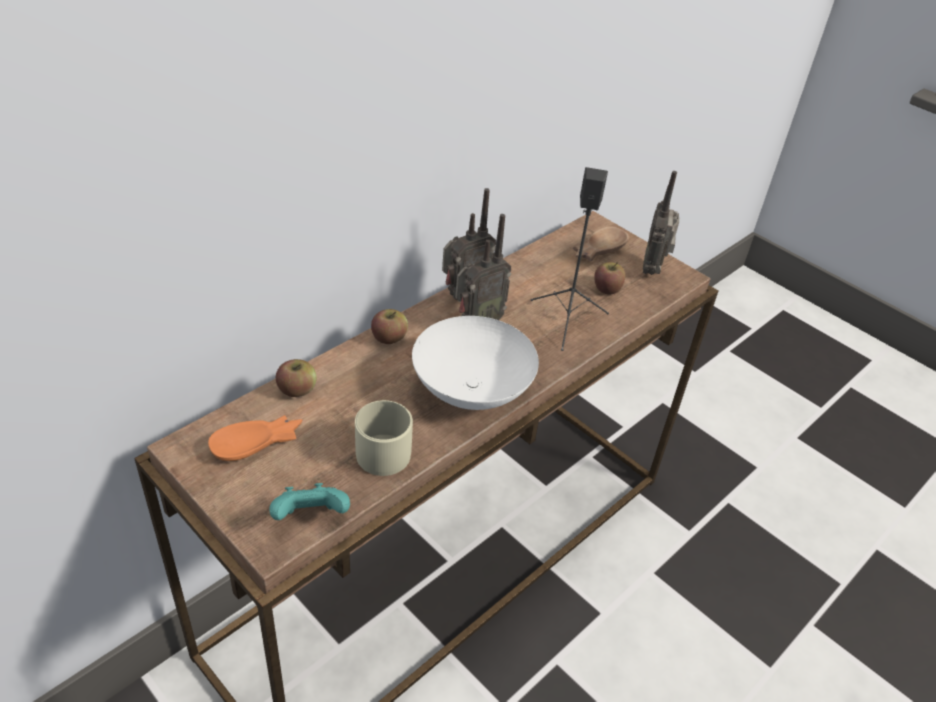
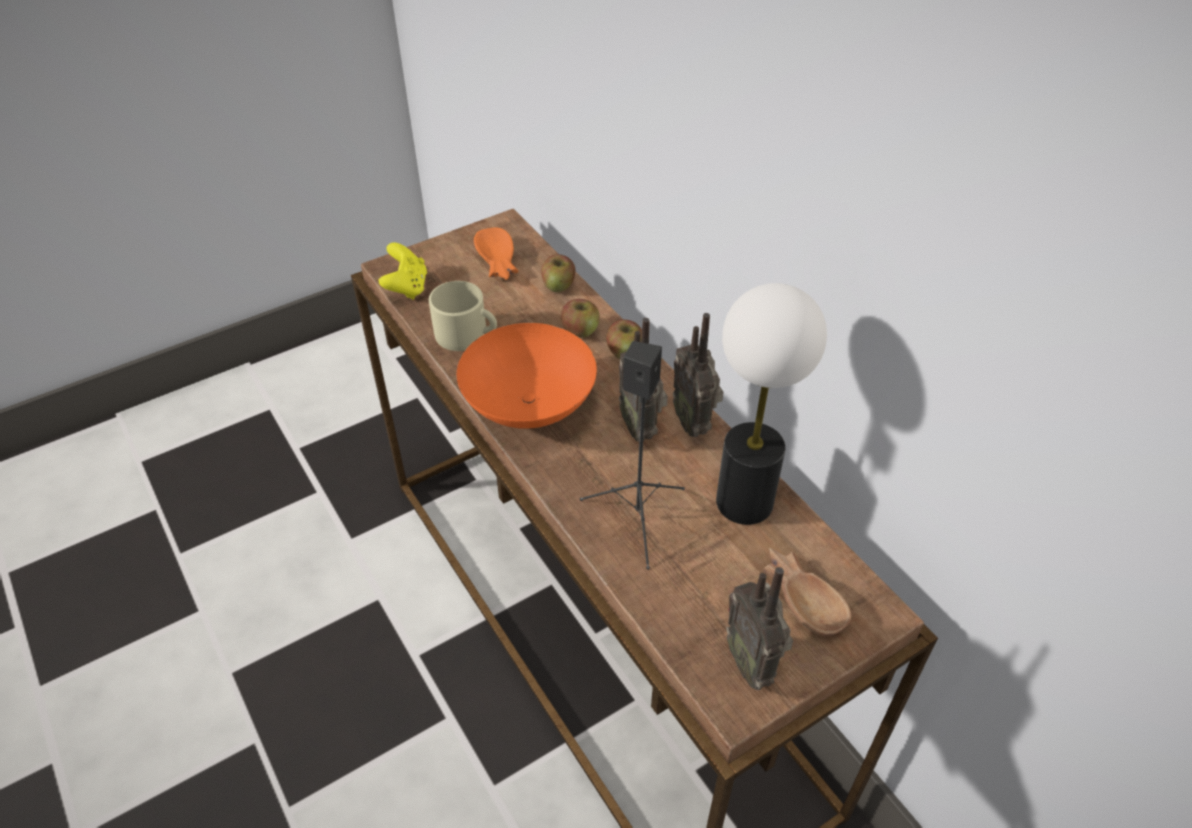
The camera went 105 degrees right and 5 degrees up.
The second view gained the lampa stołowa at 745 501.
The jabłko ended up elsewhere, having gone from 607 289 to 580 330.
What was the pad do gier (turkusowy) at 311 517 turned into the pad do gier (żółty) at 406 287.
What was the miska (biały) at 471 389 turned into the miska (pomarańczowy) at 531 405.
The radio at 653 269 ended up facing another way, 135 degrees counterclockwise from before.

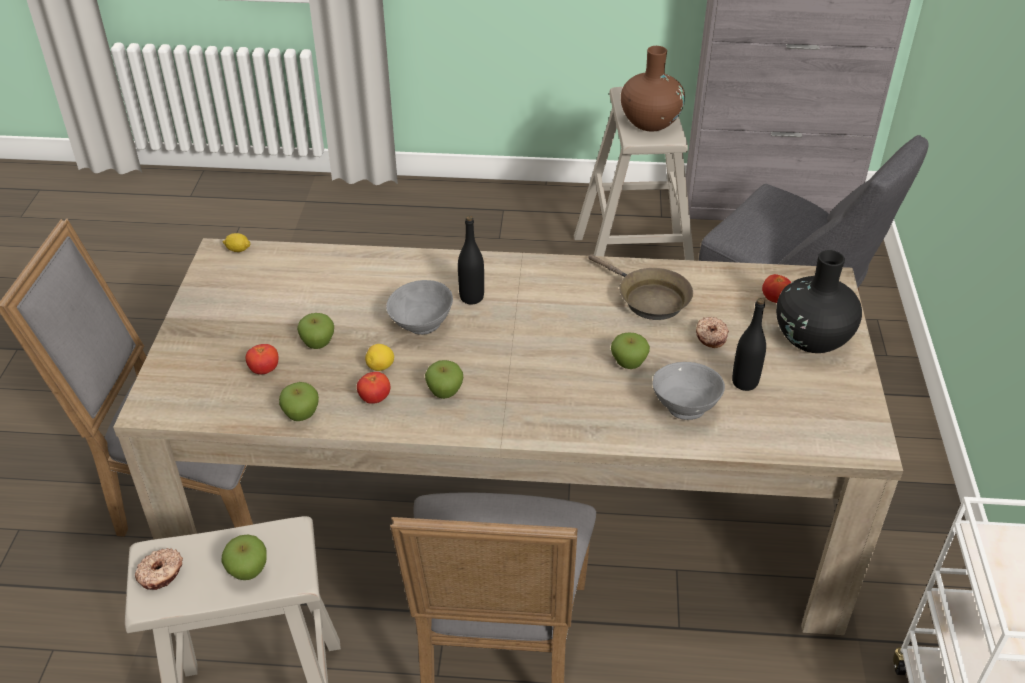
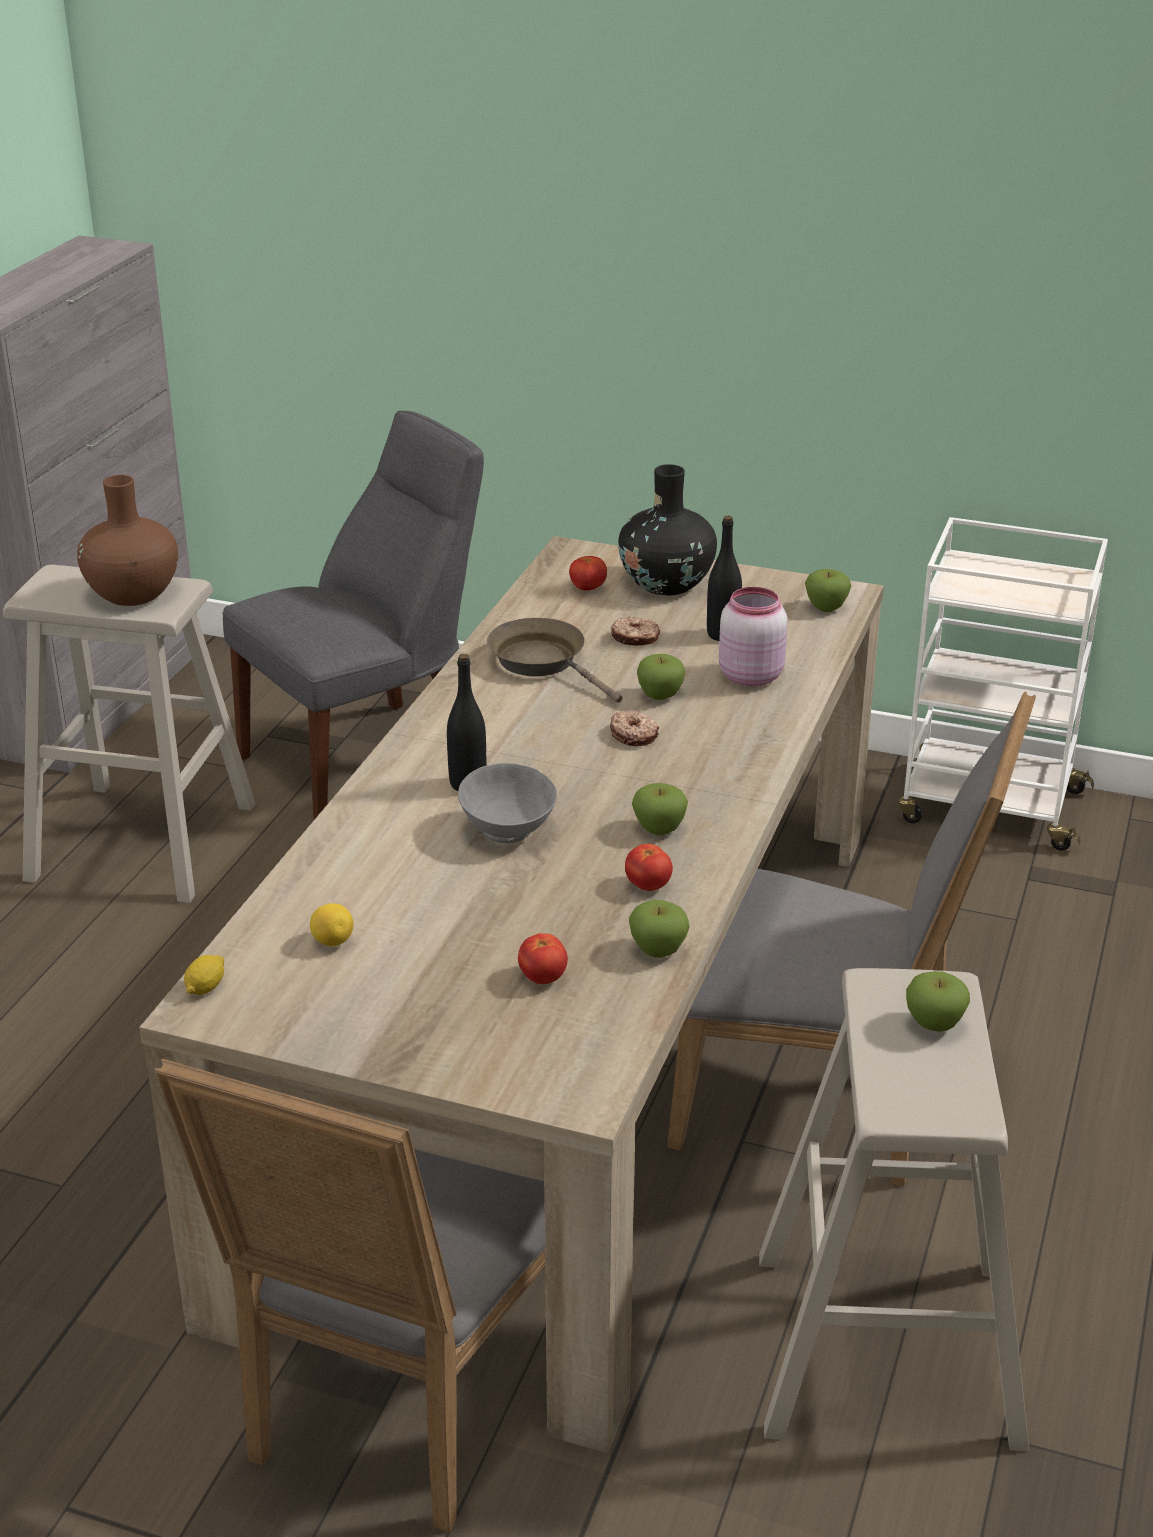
The camera went 75 degrees left and 10 degrees down.
The donut ended up elsewhere, having gone from 161 574 to 634 735.
The jabłko ended up elsewhere, having gone from 318 344 to 826 608.
The cytryna ended up elsewhere, having gone from 381 367 to 332 941.
Where the miska (szary) stood at 685 407, the słoik (różowy) came to stand at 749 675.
The patelnia (brązowy) at 648 299 ended up facing another way, 105 degrees counterclockwise from before.

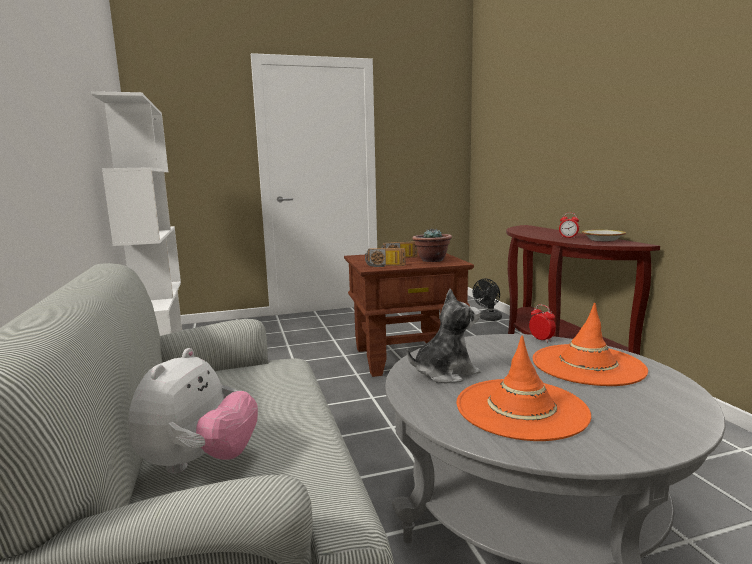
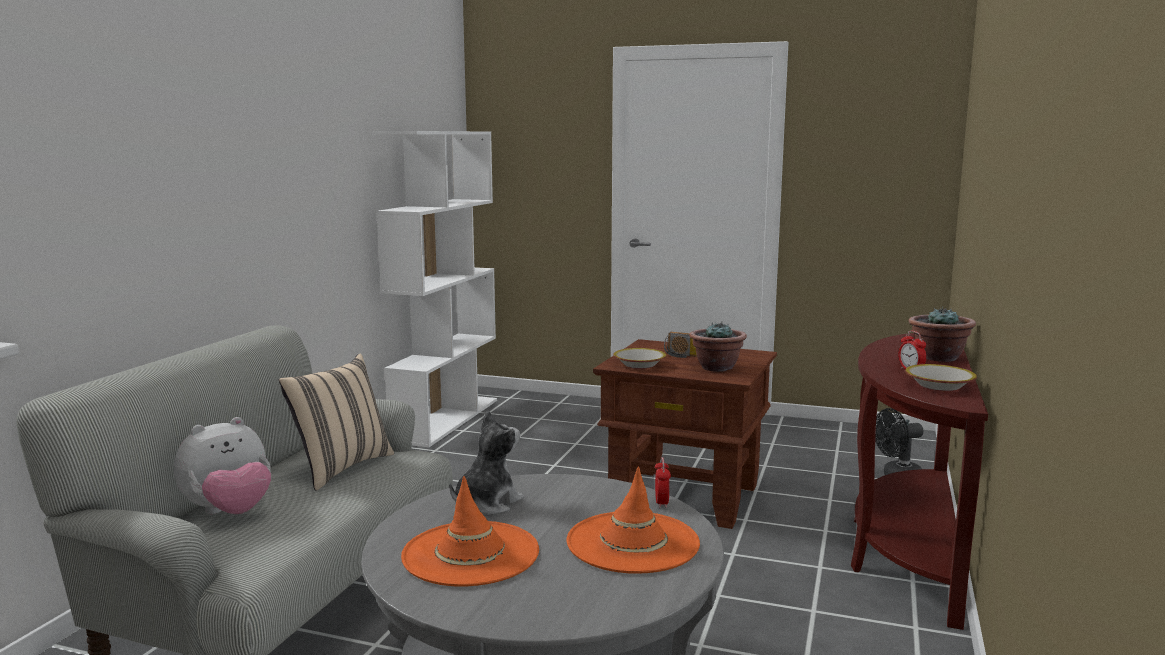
The camera went 35 degrees right and 0 degrees up.
The second view gained the poduszka (beżowy) at 340 468.
The second view gained the roślina doniczkowa at 938 357.
Where the radio stood at 385 266, the miska came to stand at 640 365.
The pluszak at 444 373 ended up facing another way, 60 degrees counterclockwise from before.

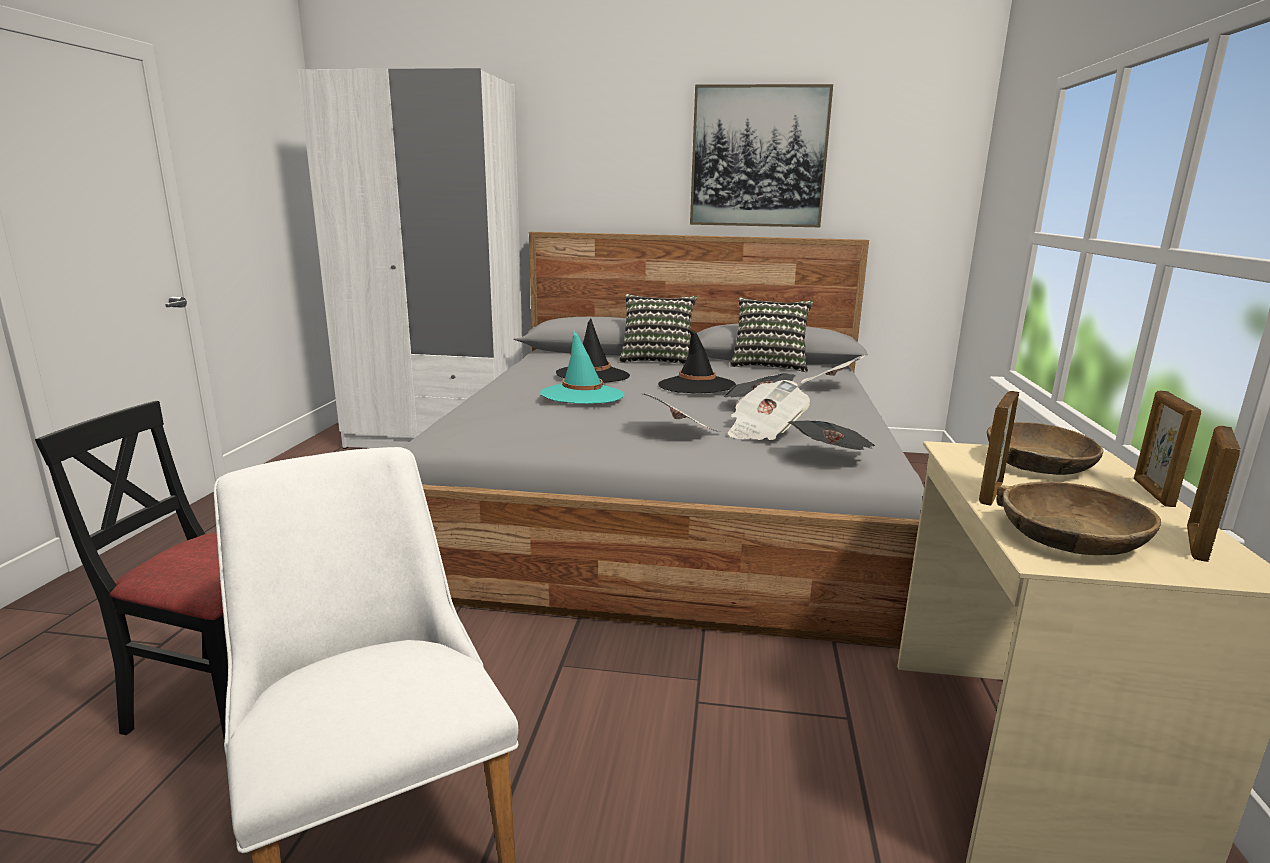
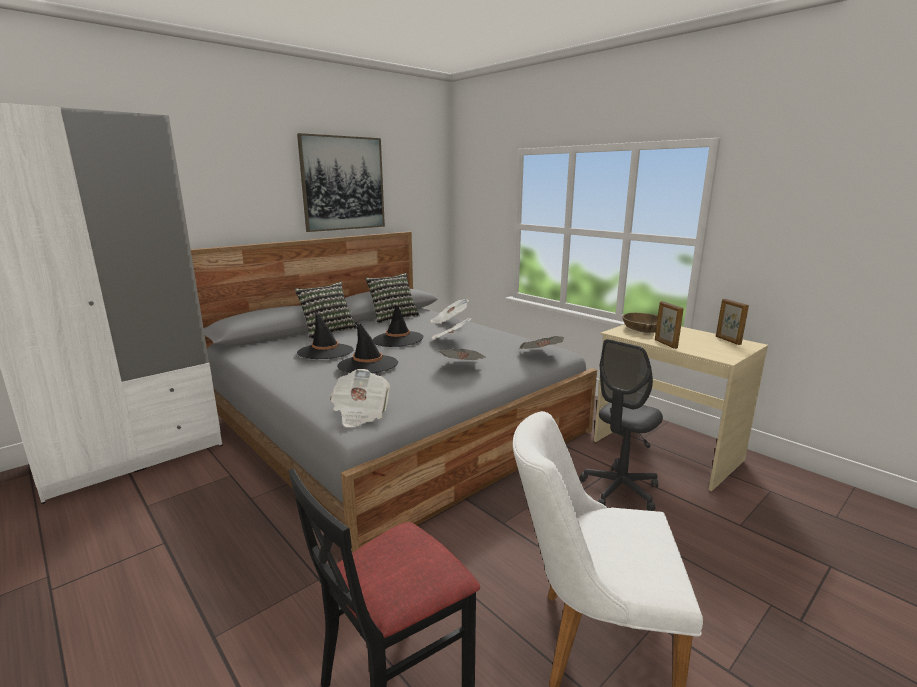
The camera went 50 degrees left and 0 degrees up.
The second view lost the miska (brązowy) at 1069 537.
The second view lost the ramka na zdjęcie at 1152 493.
The second view gained the krzesło biurowe (szary) at 620 490.
The gazeta ended up elsewhere, having gone from 764 431 to 360 413.
What was the kapelusz (turkusowy) at 582 395 turned into the kapelusz (czarny) at 368 365.

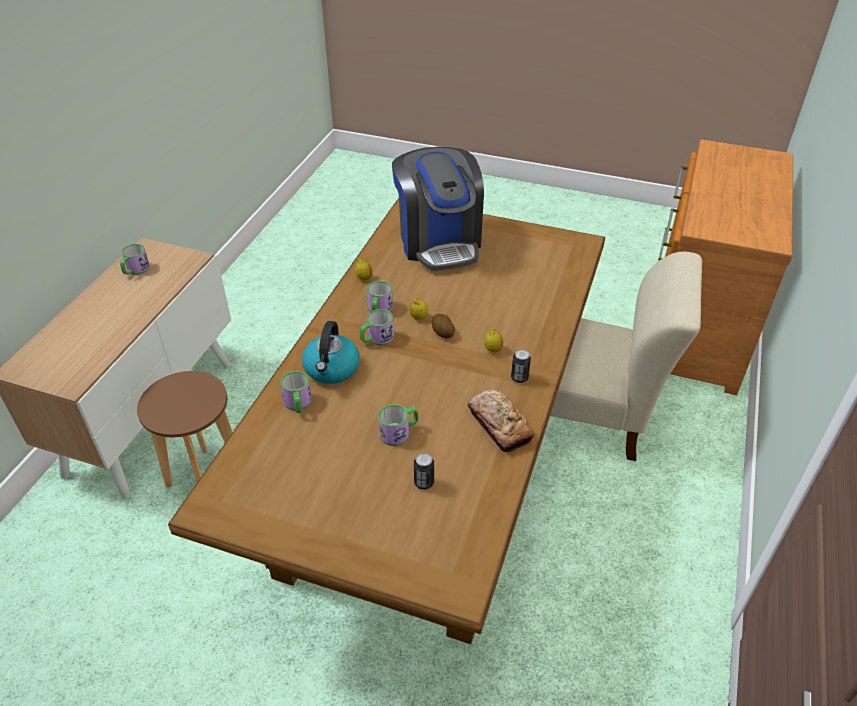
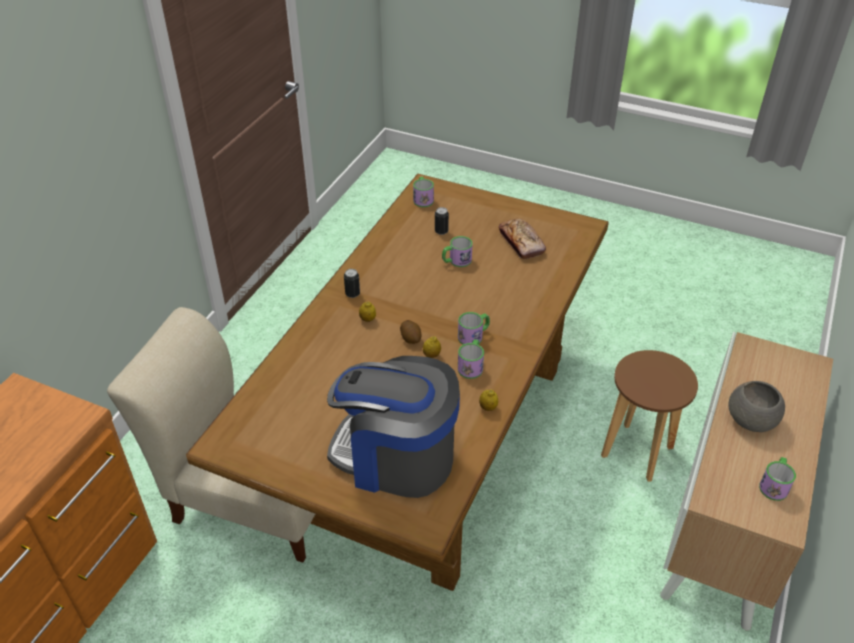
The camera went 175 degrees left and 0 degrees up.
The second view lost the czajnik at 332 369.
The second view gained the miska (szary) at 751 420.
The kubek ended up elsewhere, having gone from 298 404 to 423 198.
The chleb ended up elsewhere, having gone from 499 425 to 521 243.
The ekspres do kawy at 439 242 ended up facing another way, 60 degrees counterclockwise from before.

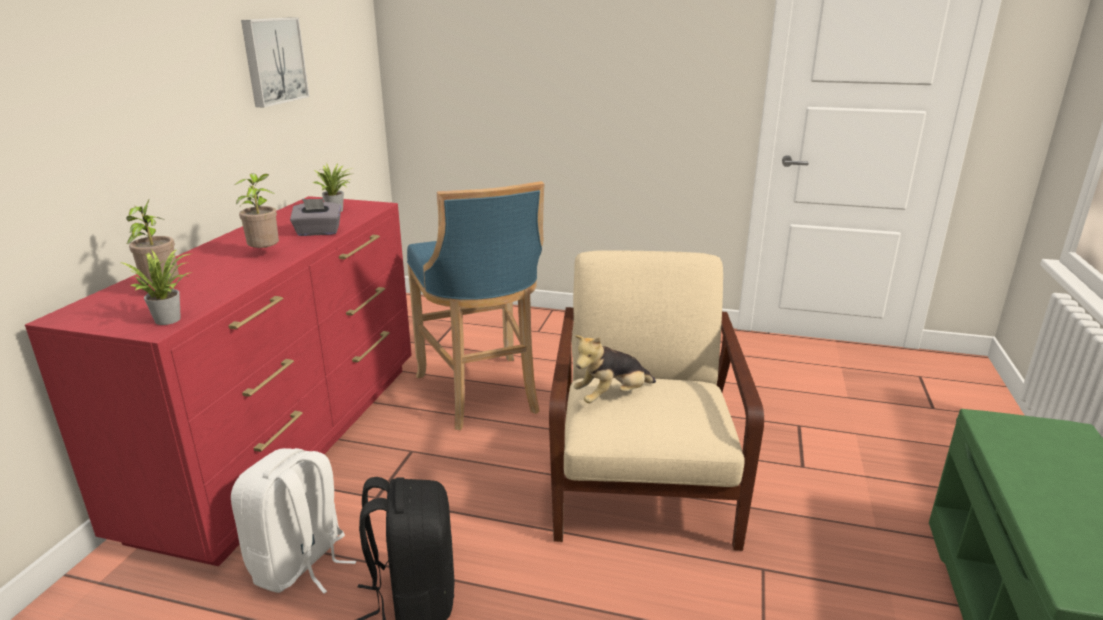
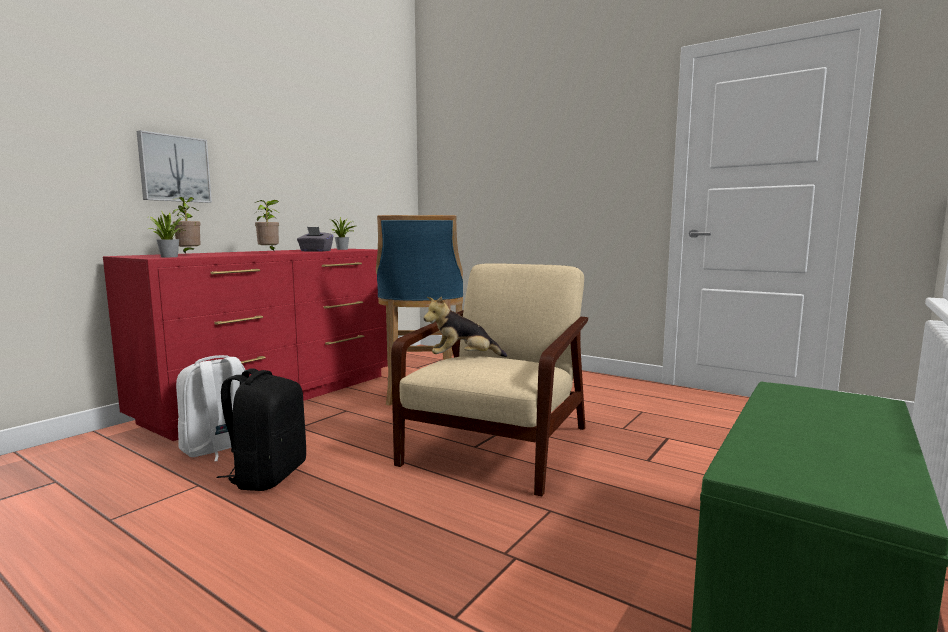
The camera went 20 degrees right and 15 degrees down.
The obraz ended up elsewhere, having gone from 273 61 to 174 169.

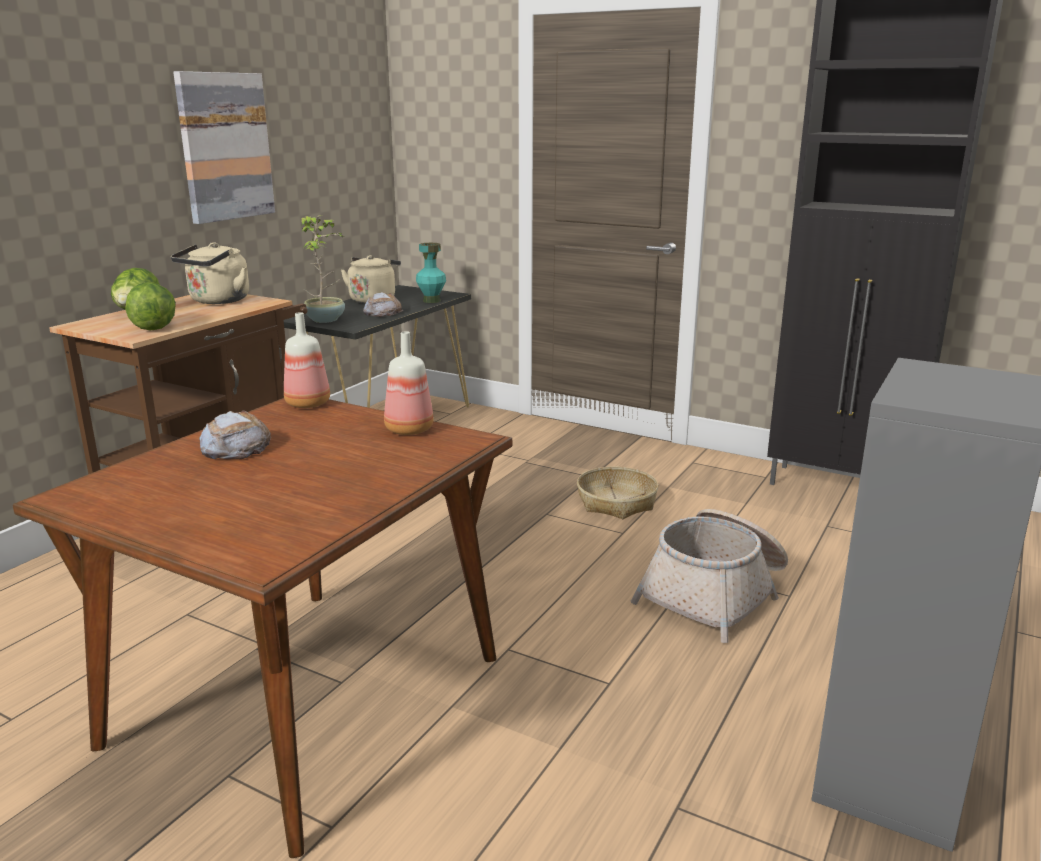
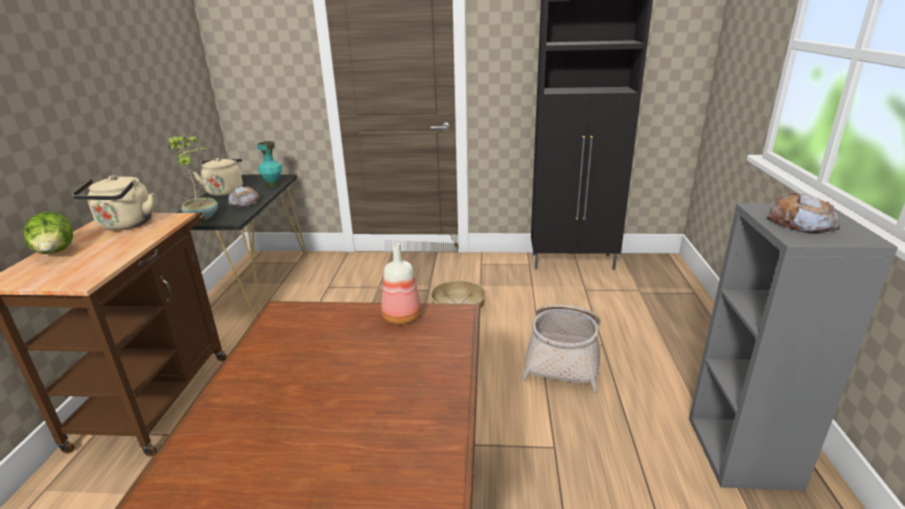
The camera went 25 degrees left and 5 degrees up.
The second view lost the sałata at 154 327.
The second view lost the obraz at 224 147.
The second view lost the butelka at 309 403.
The chleb ended up elsewhere, having gone from 235 447 to 801 223.

